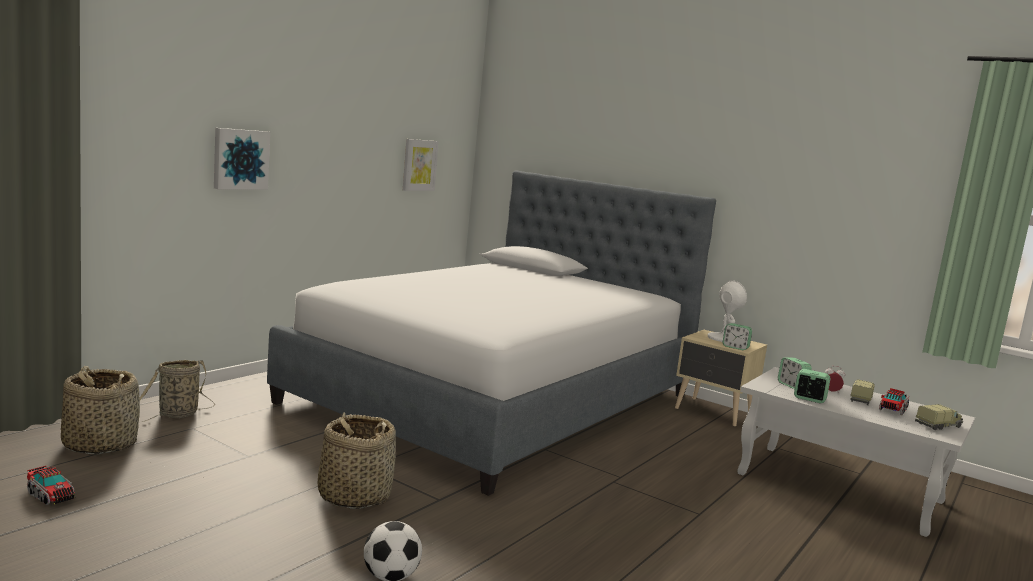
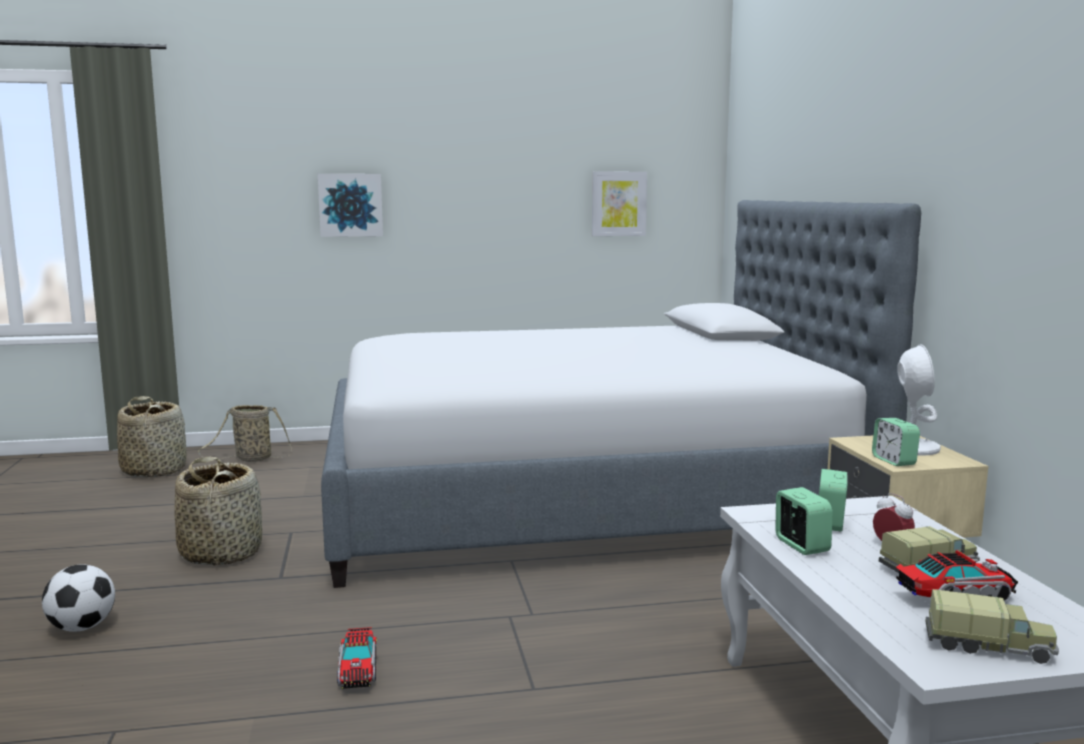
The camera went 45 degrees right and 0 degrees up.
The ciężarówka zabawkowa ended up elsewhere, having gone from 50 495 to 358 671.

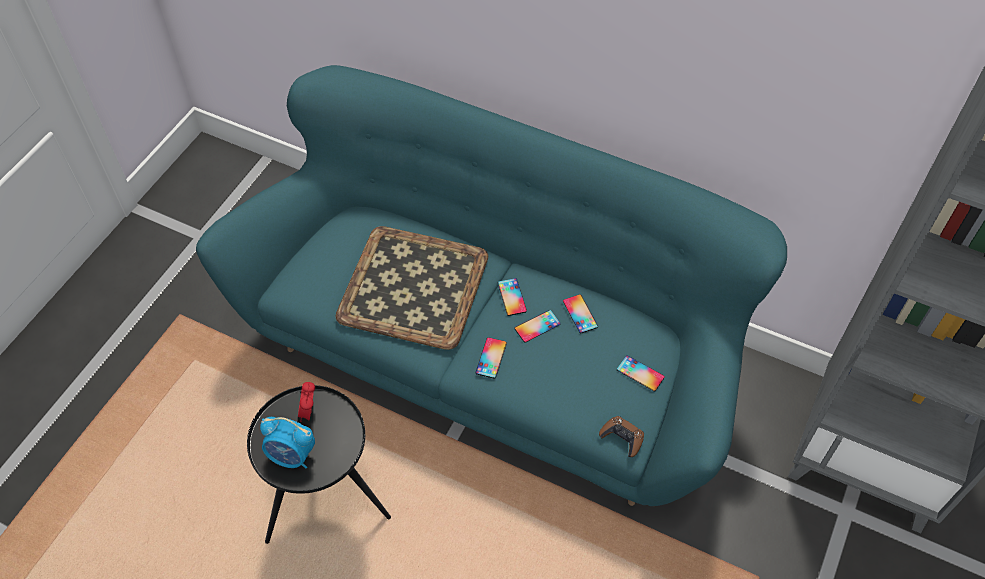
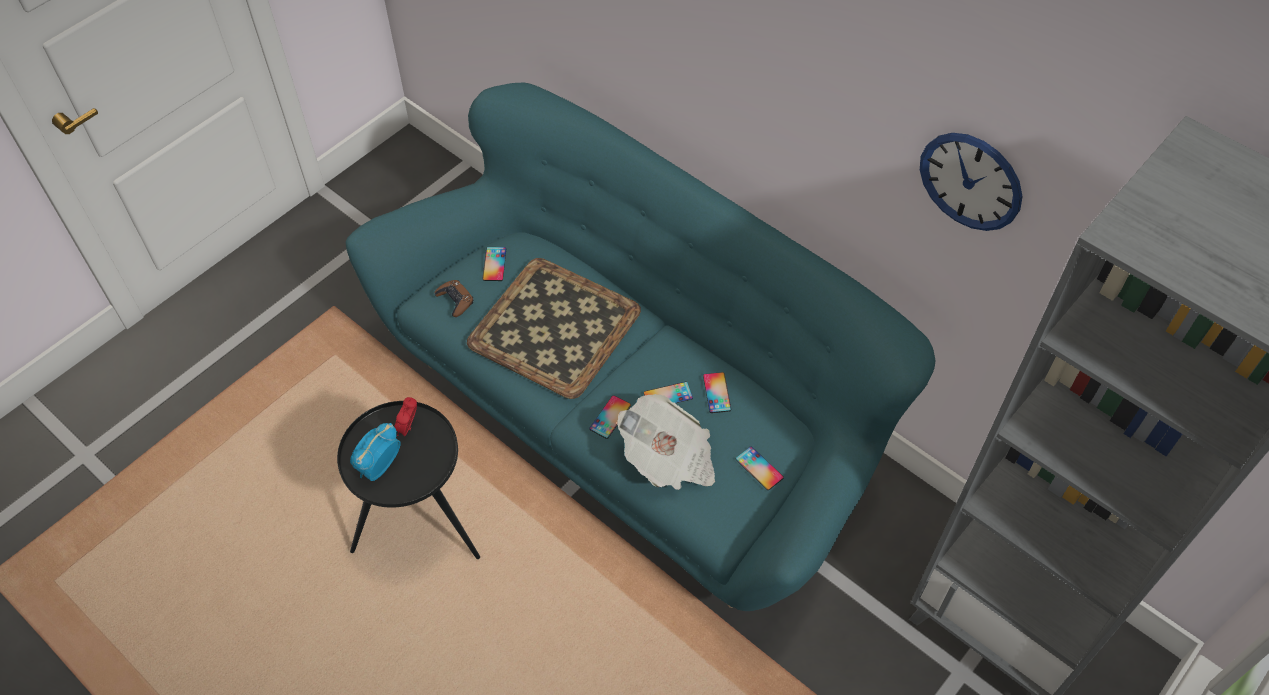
The camera went 15 degrees right and 0 degrees up.
The second view gained the gazeta at 669 459.
The second view gained the zegar ścienny at 970 181.
The telefon ended up elsewhere, having gone from 512 297 to 494 264.
The pad do gier (brązowy) ended up elsewhere, having gone from 622 438 to 455 300.
The budzik at 292 456 ended up facing another way, 90 degrees clockwise from before.

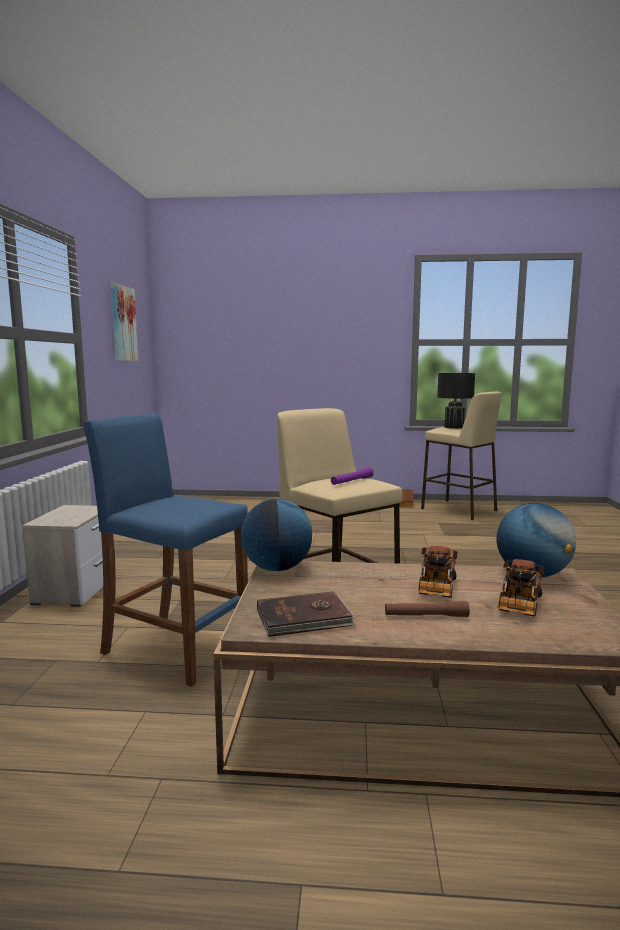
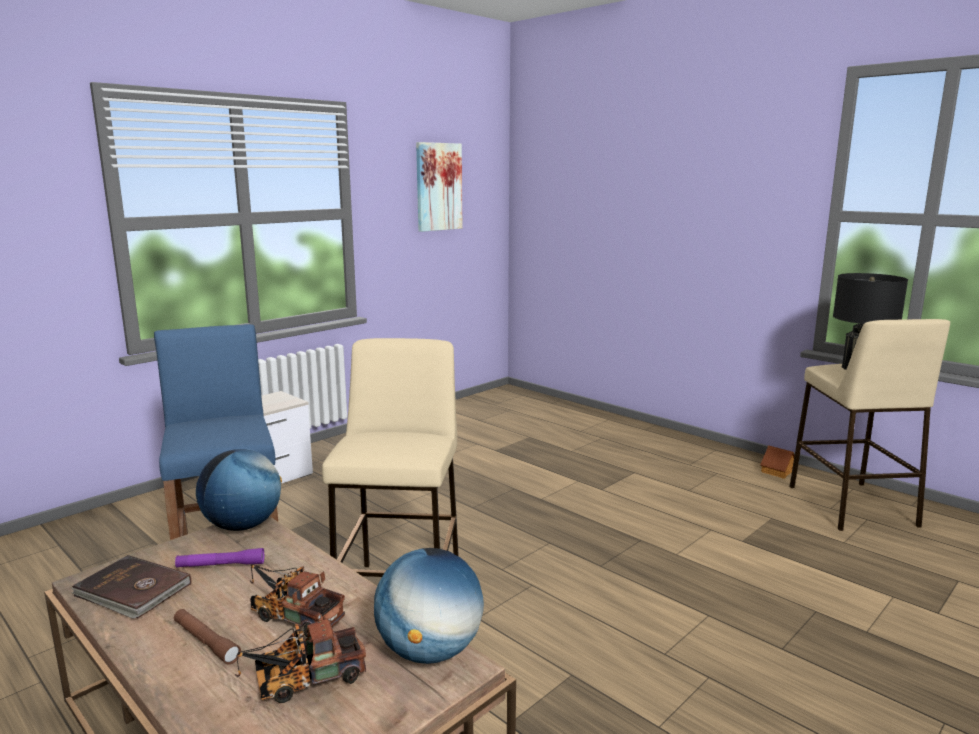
The camera went 40 degrees right and 5 degrees up.
The latarka (fioletowy) ended up elsewhere, having gone from 352 481 to 221 565.
The ciężarówka zabawkowa at 436 589 ended up facing another way, 60 degrees clockwise from before.

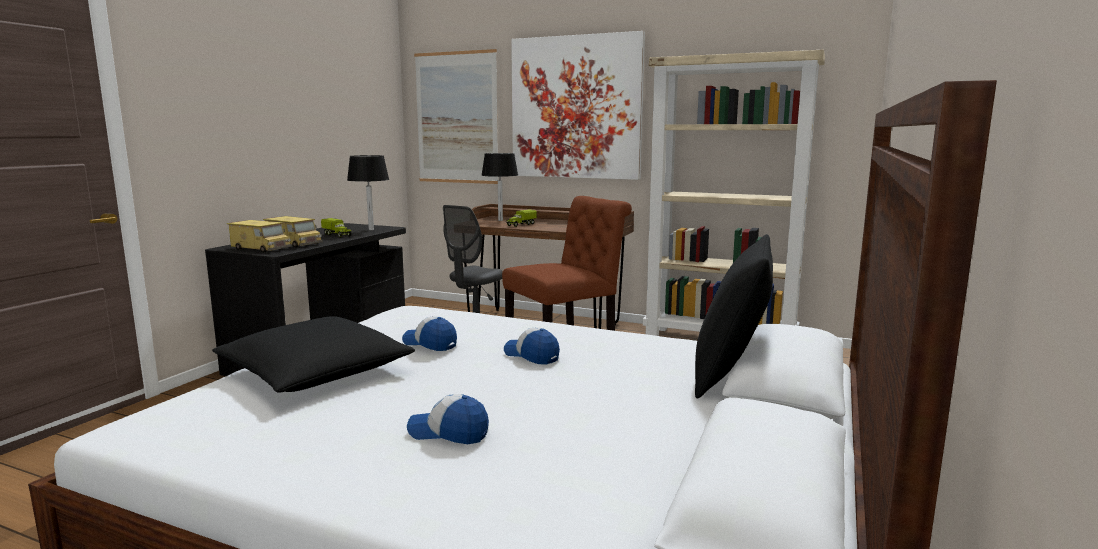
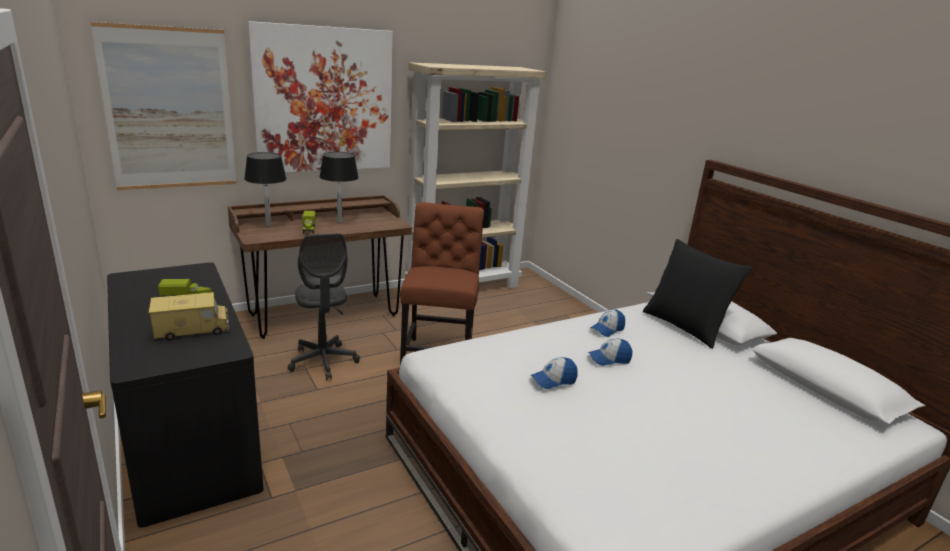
The camera went 55 degrees left and 10 degrees up.
The second view lost the poduszka (czarny) at 316 371.
The second view lost the ciężarówka zabawkowa at 261 248.
The lampa stołowa (czarny) ended up elsewhere, having gone from 371 229 to 339 222.
The czapka z daszkiem ended up elsewhere, having gone from 448 433 to 607 329.

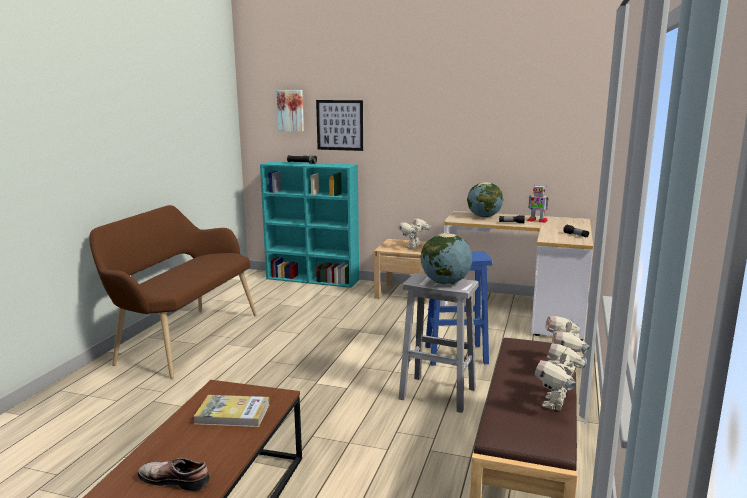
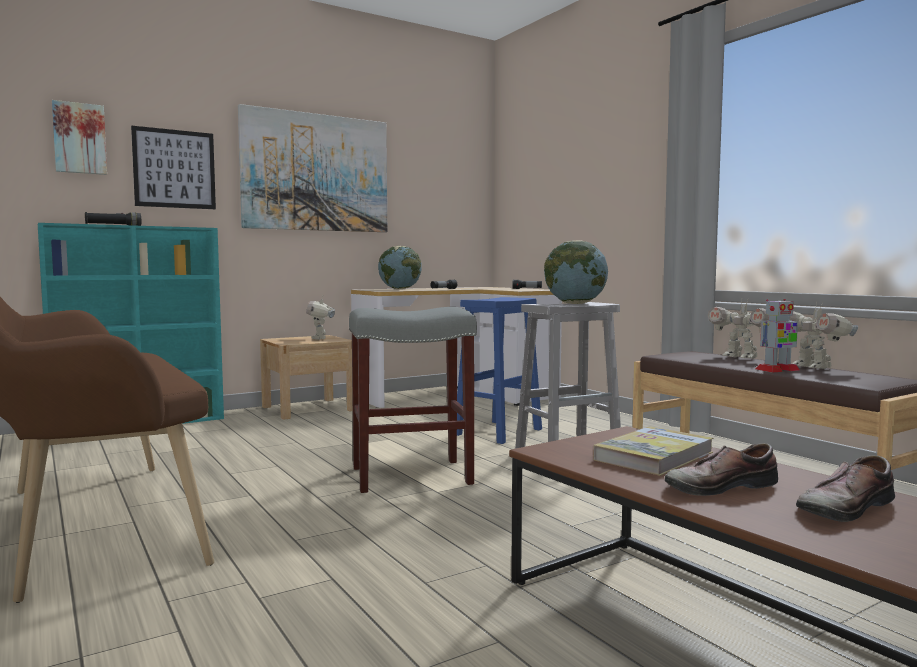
The camera went 50 degrees left and 10 degrees down.
The second view gained the obraz at 316 173.
The second view gained the stołek (szary) at 413 475.
The second view gained the but at 717 486.
The robot zabawkowy ended up elsewhere, having gone from 537 220 to 777 370.

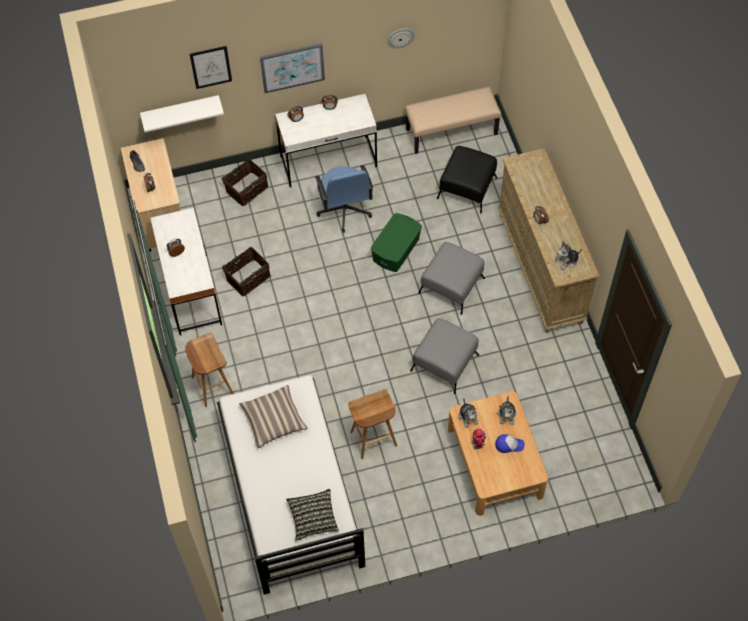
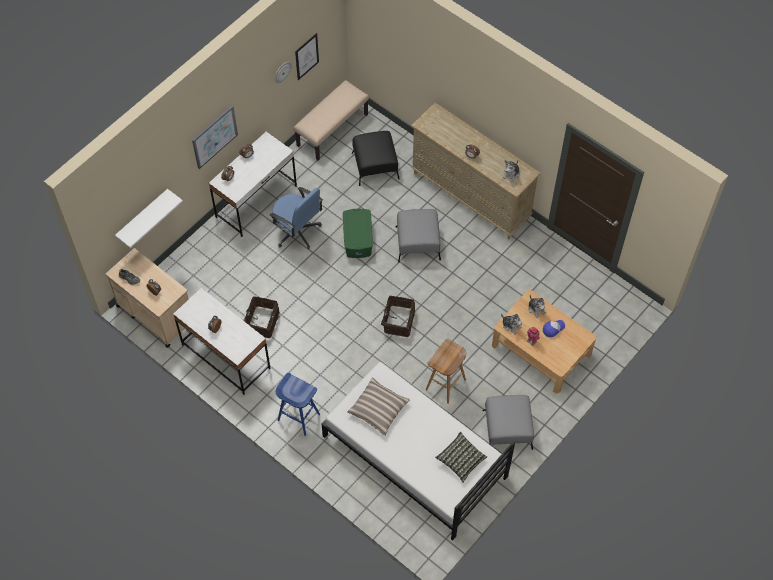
The camera went 35 degrees left and 0 degrees up.
The obraz ended up elsewhere, having gone from 211 67 to 306 56.
The koszyk ended up elsewhere, having gone from 246 188 to 398 321.
The pufa (szary) ended up elsewhere, having gone from 444 363 to 507 430.
What was the stołek (brązowy) at 212 385 turned into the stołek (niebieski) at 298 417.

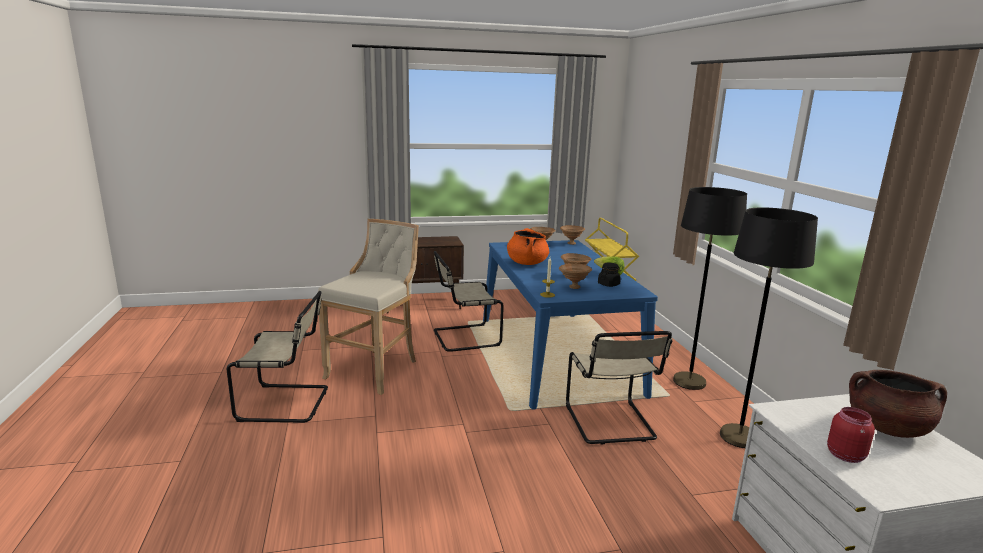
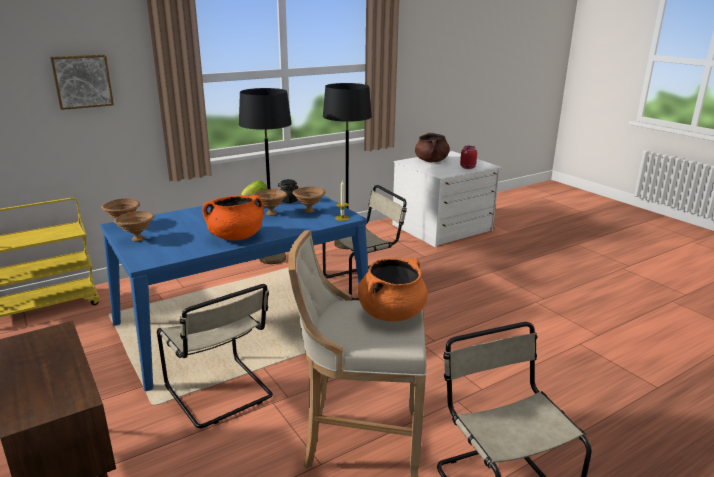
The camera went 110 degrees left and 5 degrees up.
The second view gained the obraz at 82 81.
The second view gained the garnek (pomarańczowy) at 392 313.

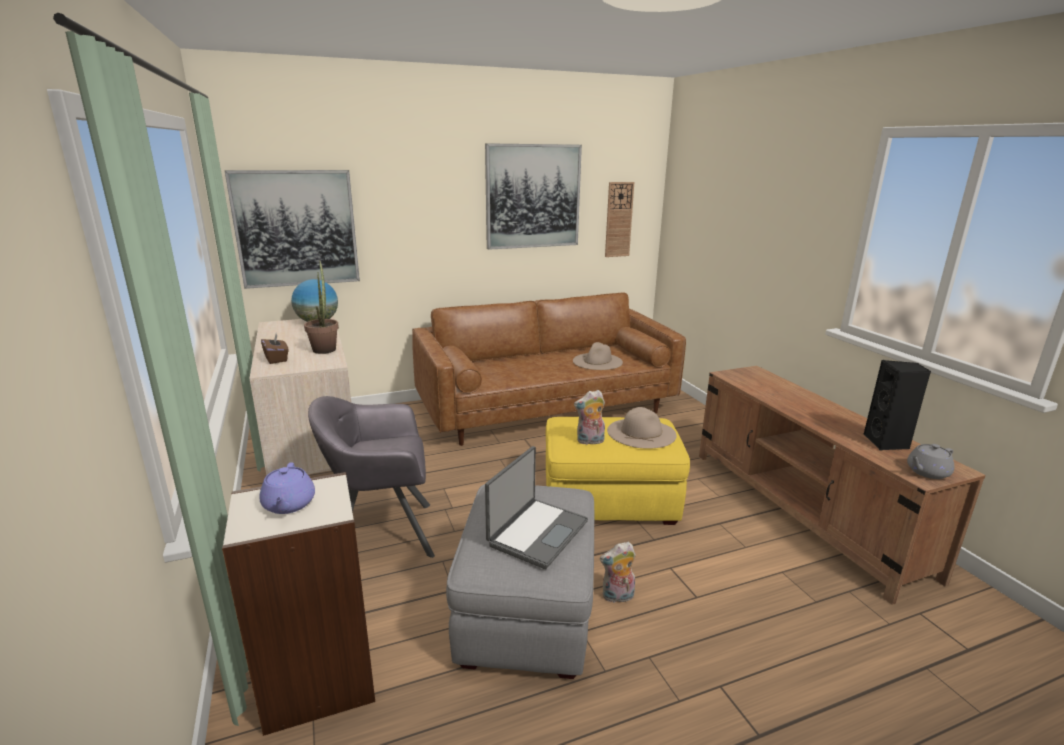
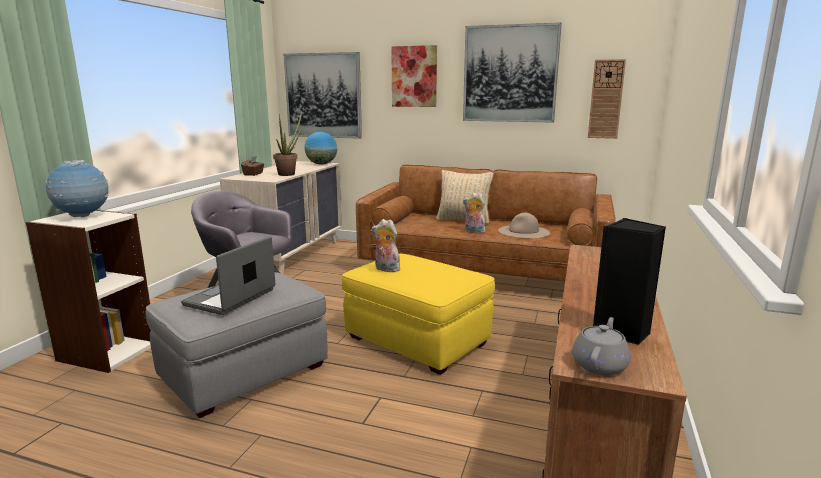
The camera went 40 degrees right and 5 degrees down.
The second view lost the kapelusz (beżowy) at 641 432.
The second view gained the obraz at 414 76.
The second view gained the poduszka (beżowy) at 463 220.
The pluszak ended up elsewhere, having gone from 617 597 to 473 232.
Where the imbryk (fioletowy) stood at 289 505, the globus came to stand at 83 217.
The laptop at 536 532 ended up facing another way, 135 degrees clockwise from before.
The imbryk (szary) at 926 472 ended up facing another way, 105 degrees clockwise from before.

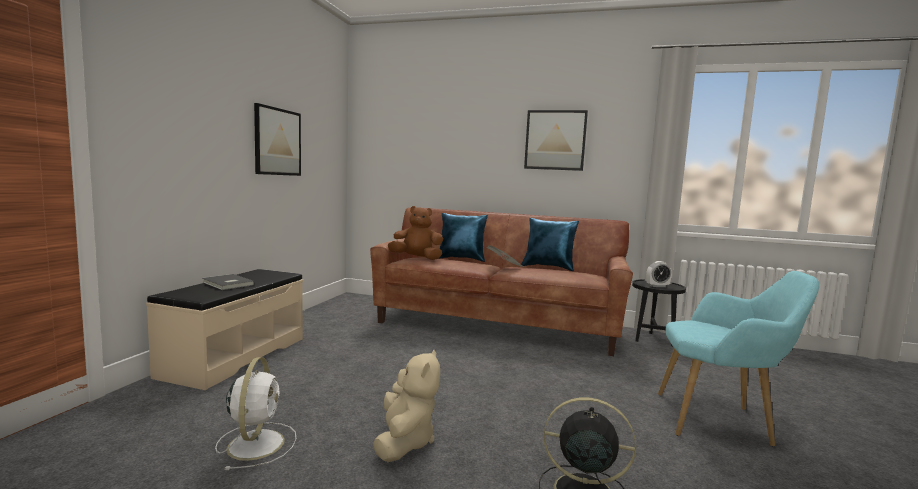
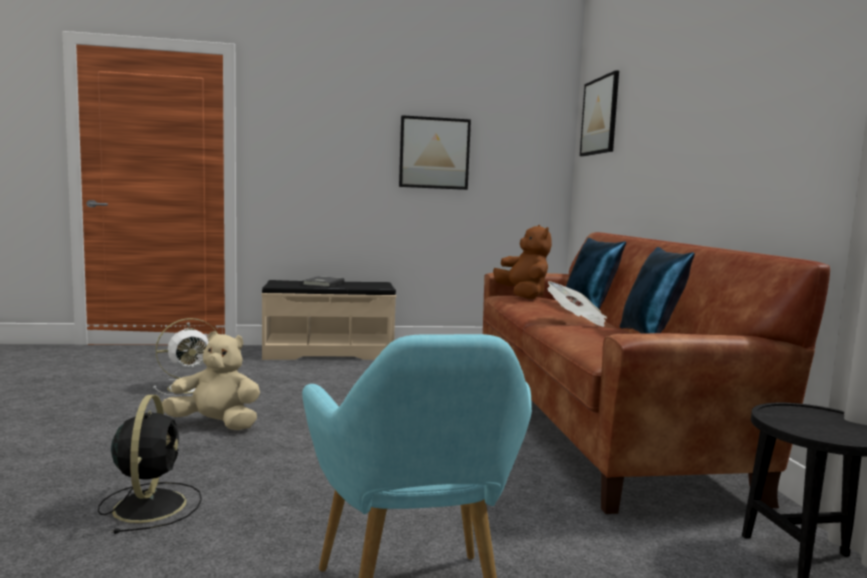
The camera went 65 degrees right and 0 degrees up.
The second view lost the budzik at 657 286.
The obraz ended up elsewhere, having gone from 555 140 to 600 116.
The pluszak (beżowy) at 404 441 ended up facing another way, 150 degrees counterclockwise from before.

